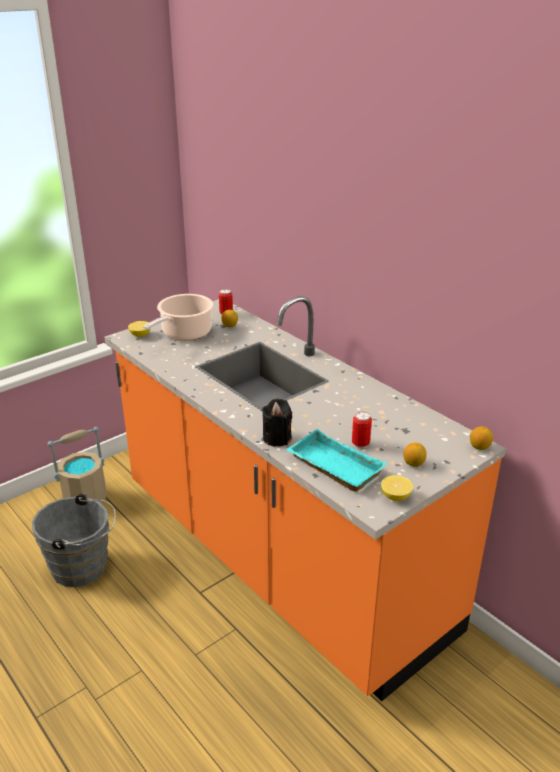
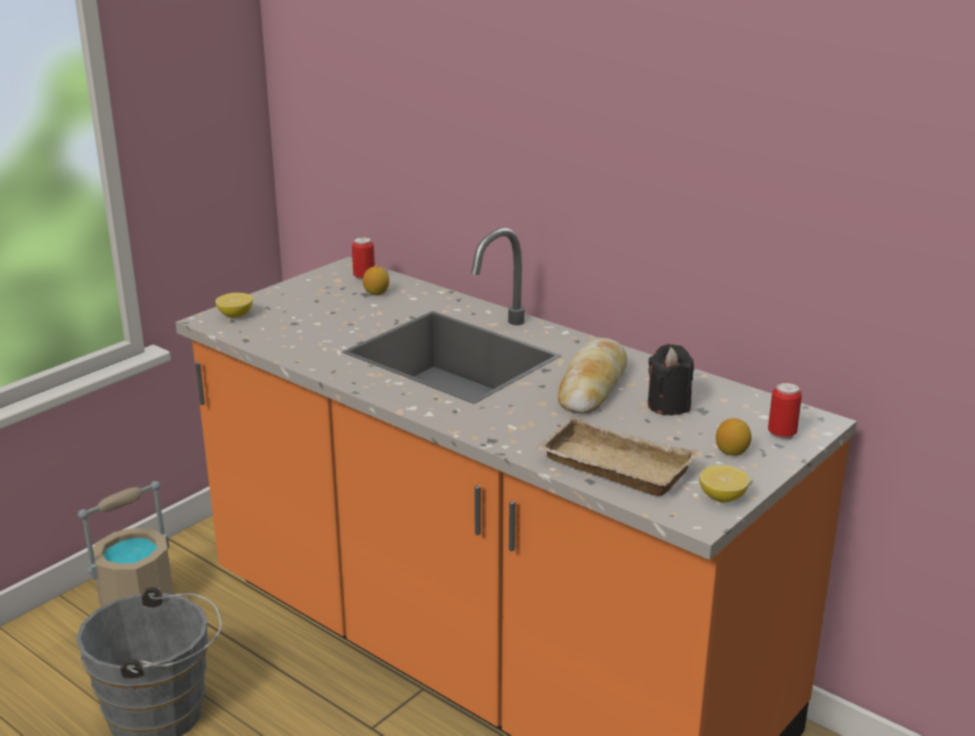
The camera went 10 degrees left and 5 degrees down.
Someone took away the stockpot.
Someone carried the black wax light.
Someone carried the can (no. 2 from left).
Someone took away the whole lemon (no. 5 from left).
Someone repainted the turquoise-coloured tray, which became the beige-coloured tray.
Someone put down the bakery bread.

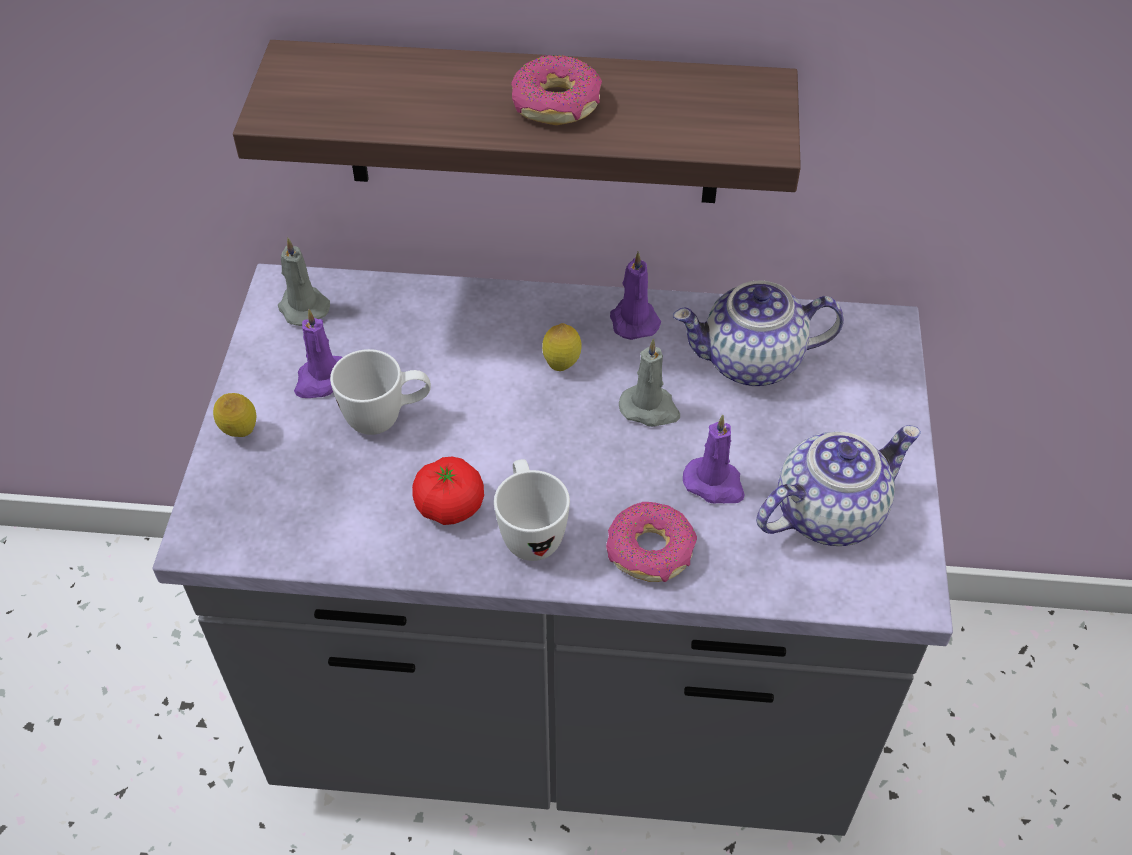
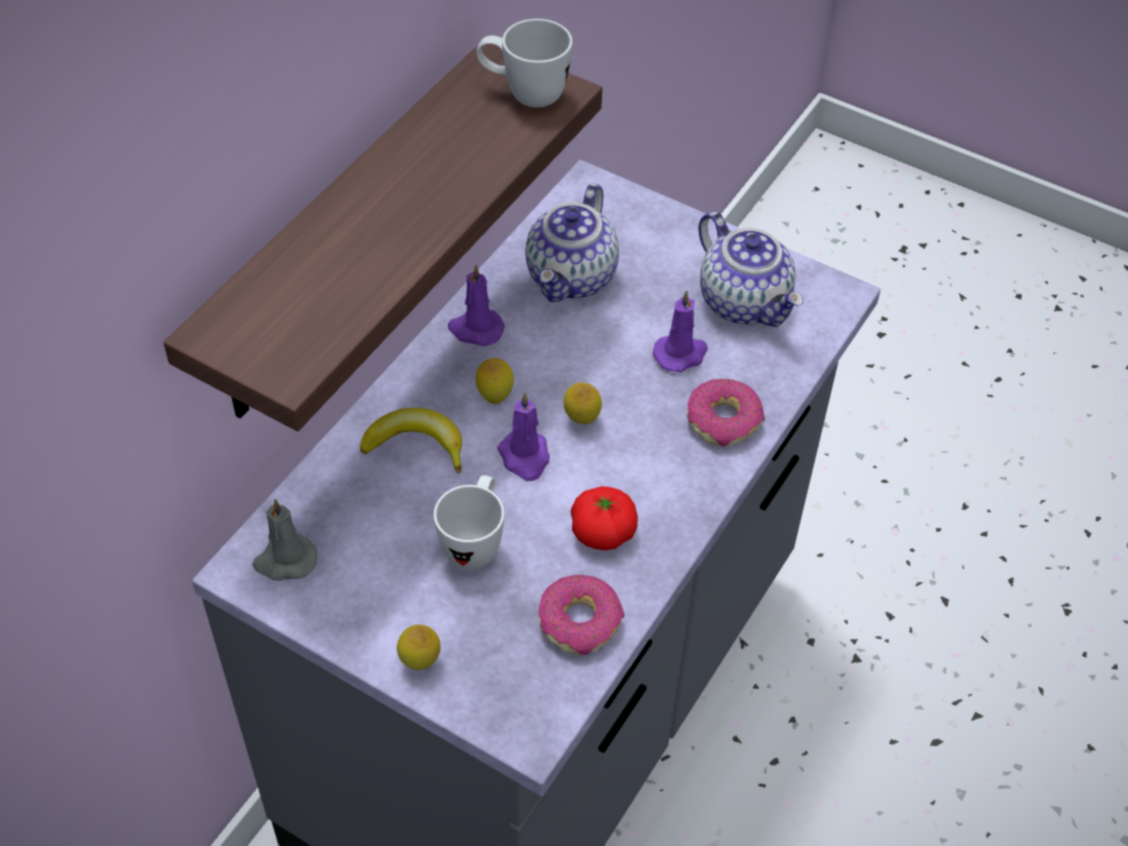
The camera went 65 degrees left and 0 degrees up.
Someone carried the ring doughnut (no. 1 from left).
Someone carried the purple wax light (no. 1 from left in the first image).
Someone took away the gray wax light (no. 2 from left).
Someone rotated the tea pot (no. 2 from left) by 150 degrees clockwise.
Someone carried the whitish coffee mug (no. 2 from left).
Someone put down the whole lemon (no. 3 from left).
Someone put down the banana fruit.

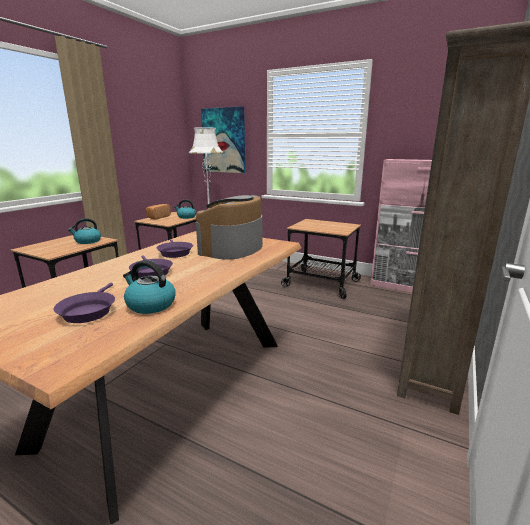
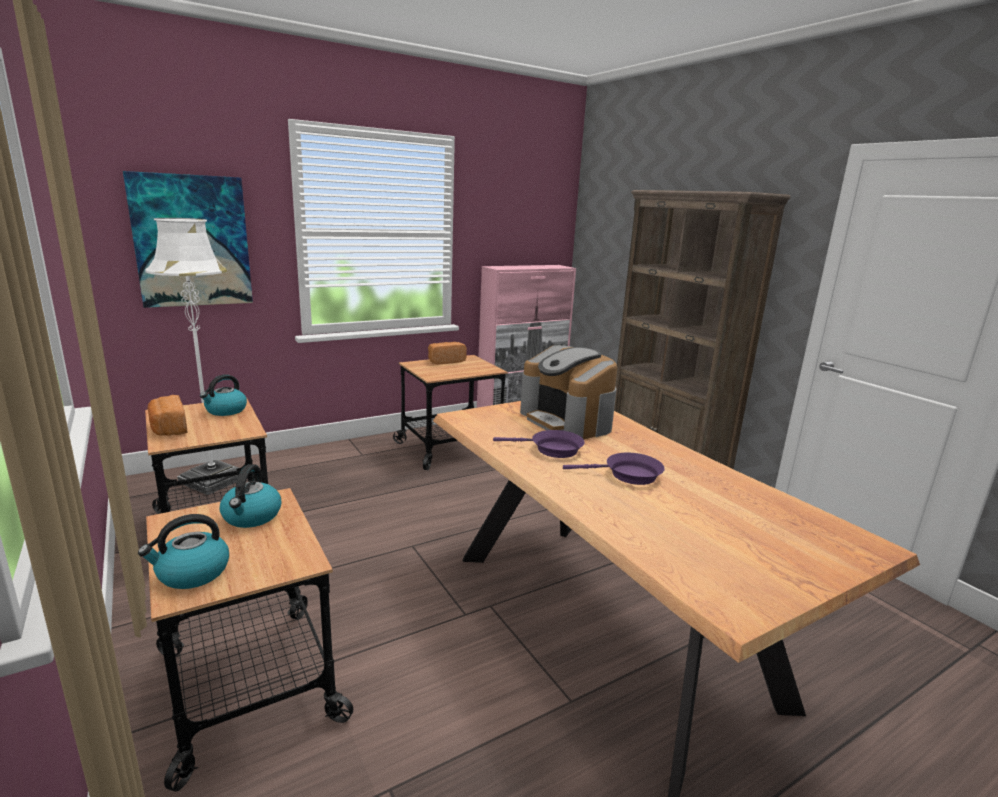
The camera went 60 degrees left and 0 degrees up.
Someone carried the tea kettle (no. 2 from left in the first image).
Someone took away the purple frying pan (no. 1 from left).
Someone put down the bakery bread (no. 2 from left).

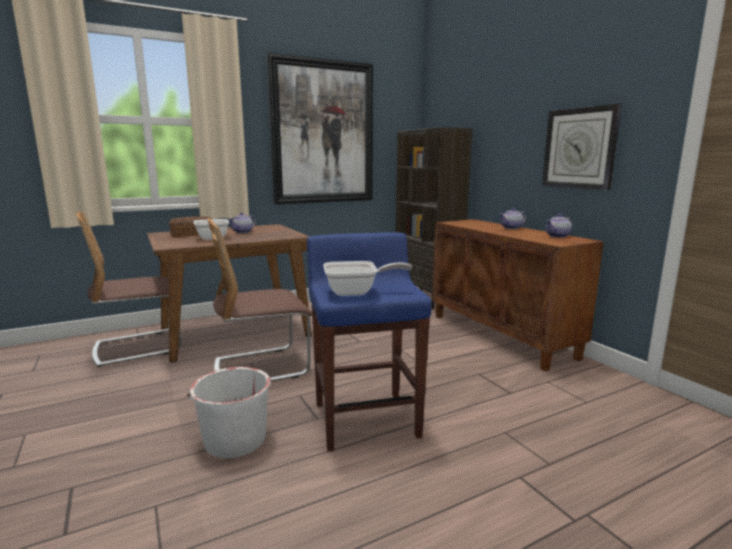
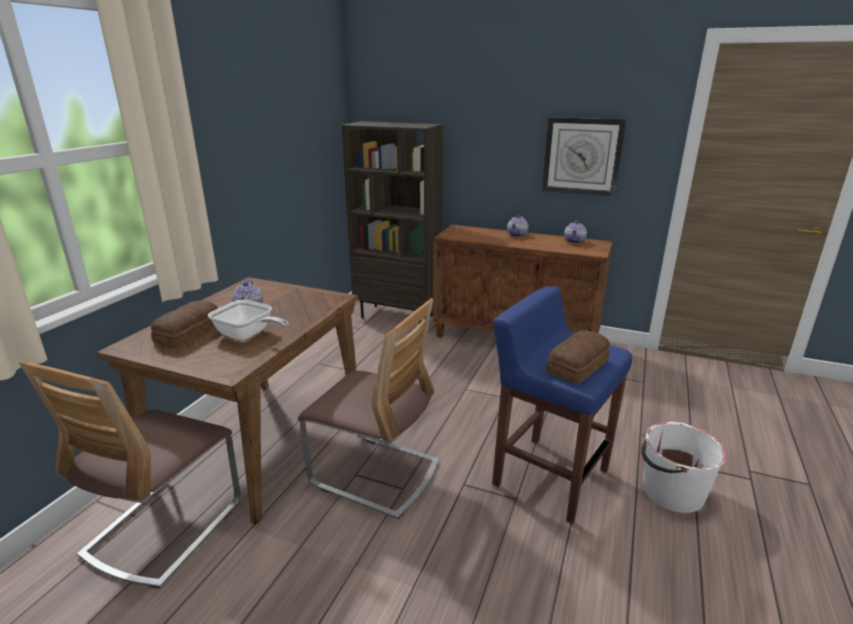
The camera went 40 degrees left and 10 degrees up.
Someone took away the wall art.
Someone rotated the plain chair (no. 2 from left) by 90 degrees counterclockwise.
Someone swapped the frying pan (no. 2 from left) for the bakery bread (no. 2 from left).
Someone carried the whitish bucket.

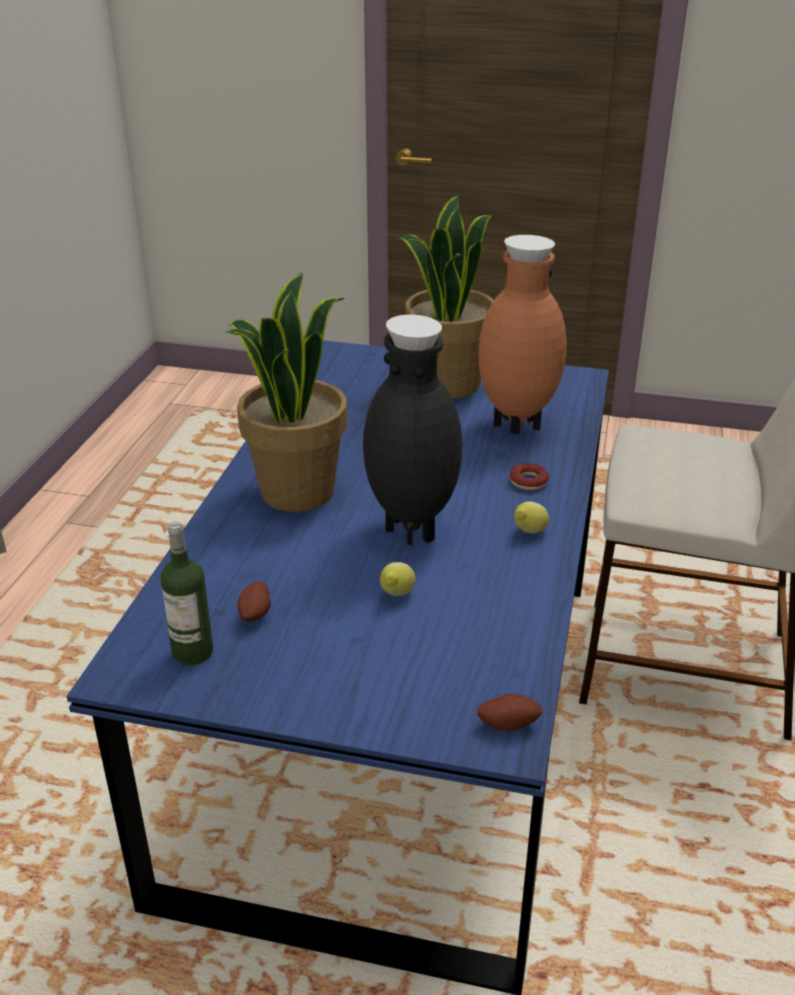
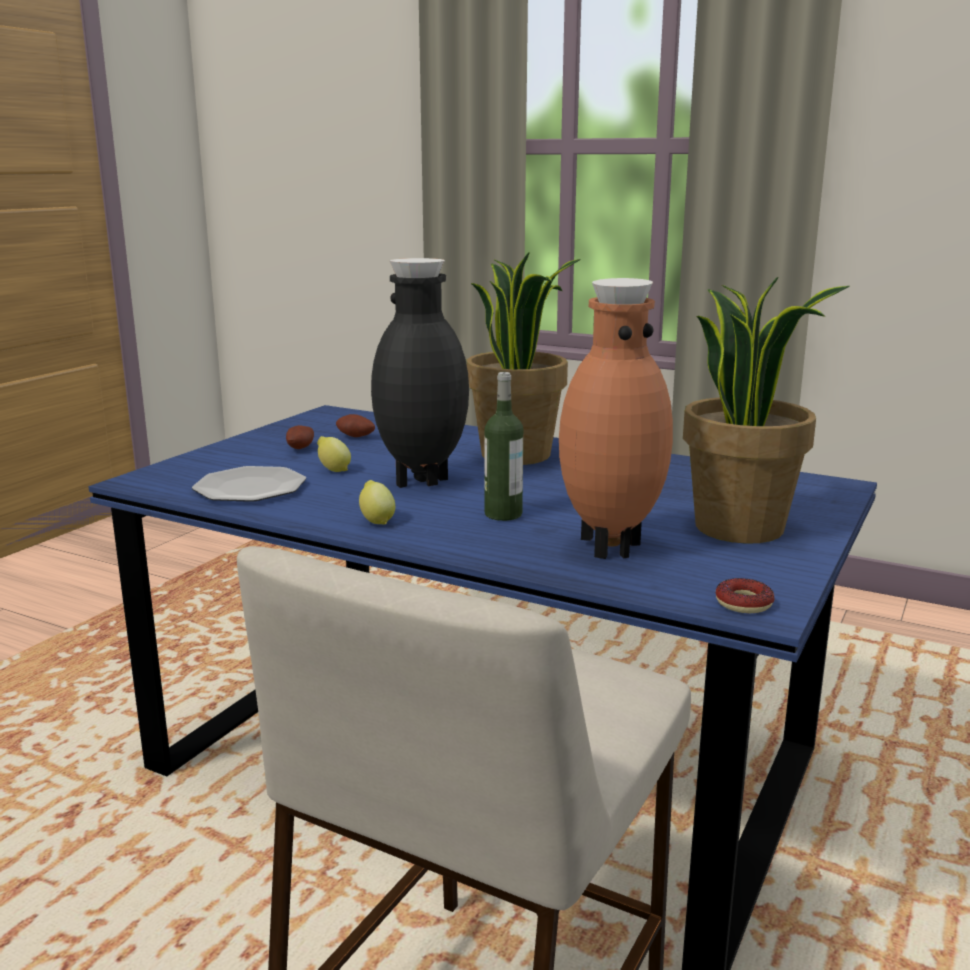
The camera went 105 degrees right and 15 degrees down.
Someone carried the ring doughnut.
Someone carried the drink bottle.
Someone carried the whole potato (no. 2 from left in the first image).
Someone put down the flat dish.

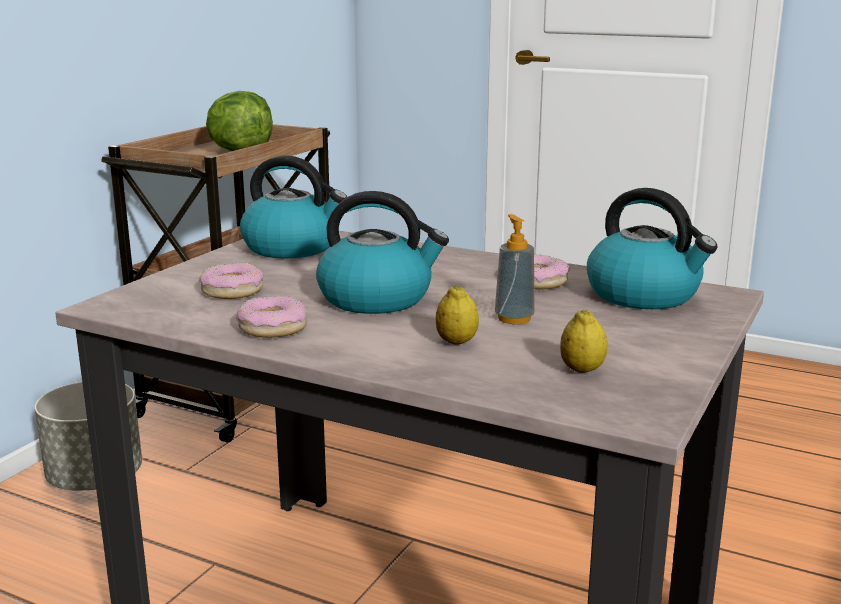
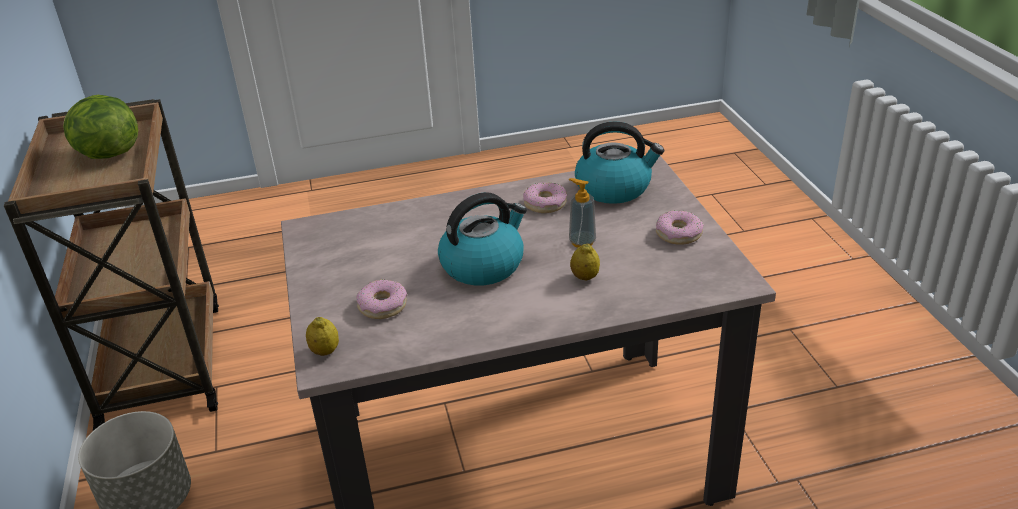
The camera went 40 degrees left and 15 degrees up.
Someone took away the tea kettle (no. 1 from left).
Someone carried the ring doughnut (no. 2 from left in the first image).
Someone carried the whole lemon (no. 2 from left in the first image).

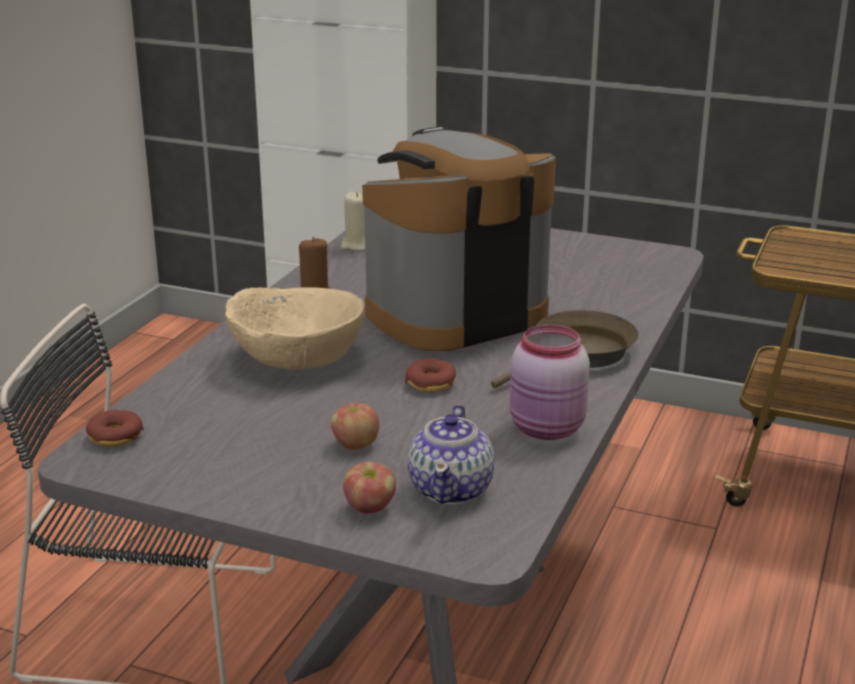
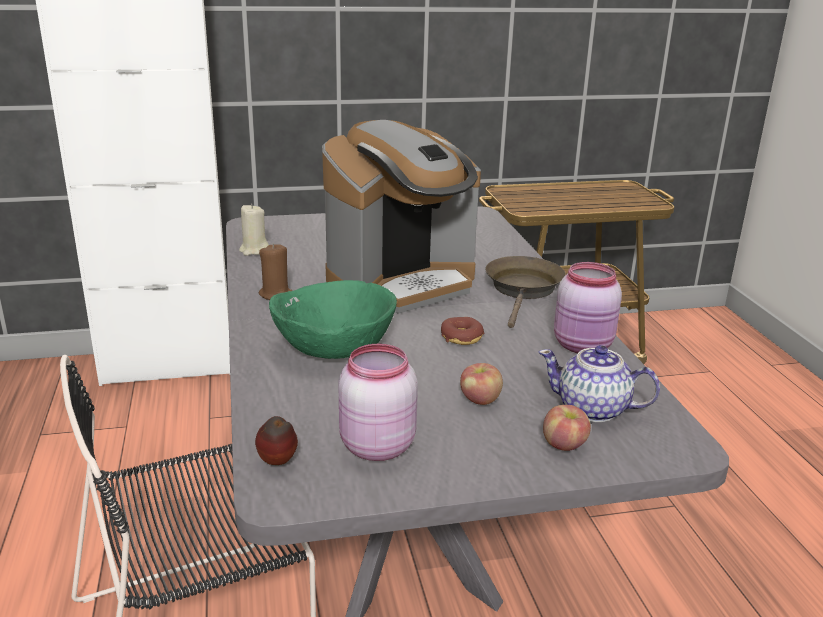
The camera went 35 degrees left and 0 degrees up.
Someone rotated the coffee machine by 150 degrees counterclockwise.
Someone repainted the beige-coloured deep dish, which became the greenish deep dish.
Someone rotated the tea pot by 135 degrees clockwise.
Someone swapped the ring doughnut (no. 1 from left) for the apple (no. 1 from left).
Someone put down the pinkish jar (no. 1 from left).

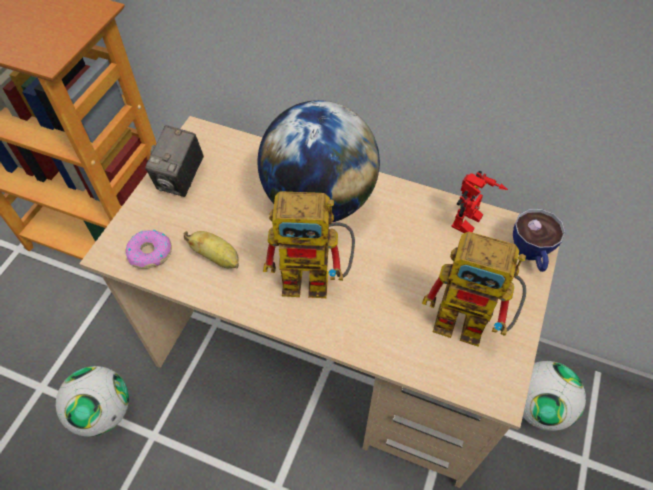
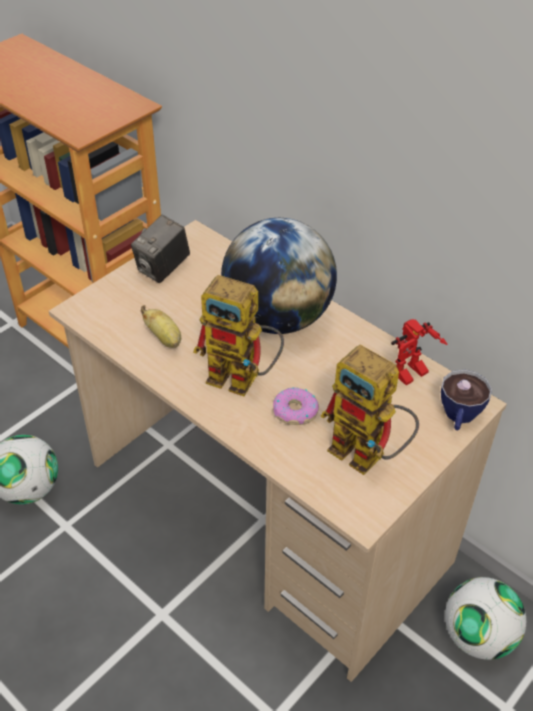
The camera went 20 degrees right and 10 degrees down.
Someone carried the ring doughnut.

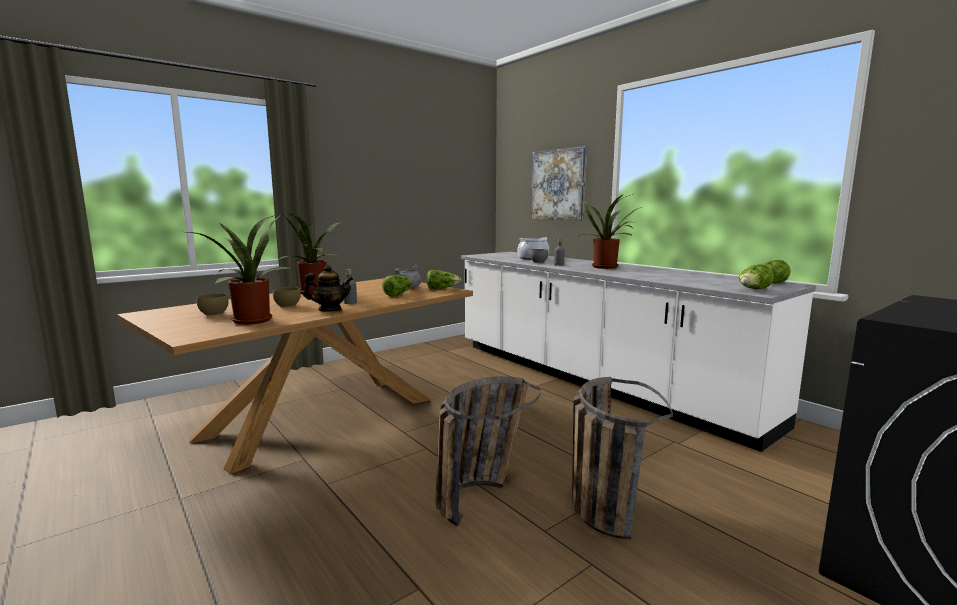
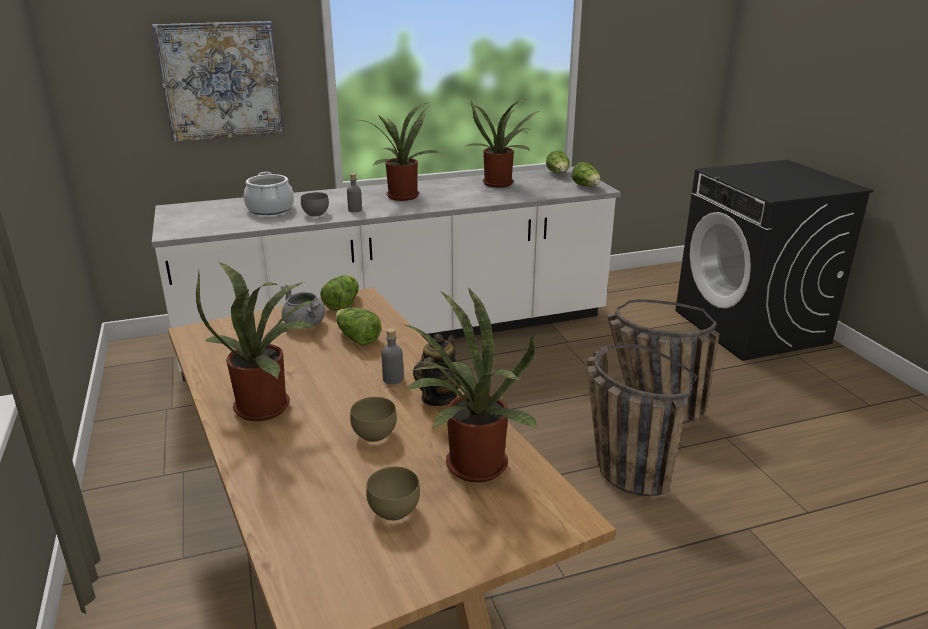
The camera went 70 degrees left and 15 degrees up.
Someone put down the potted plant (no. 4 from left).

